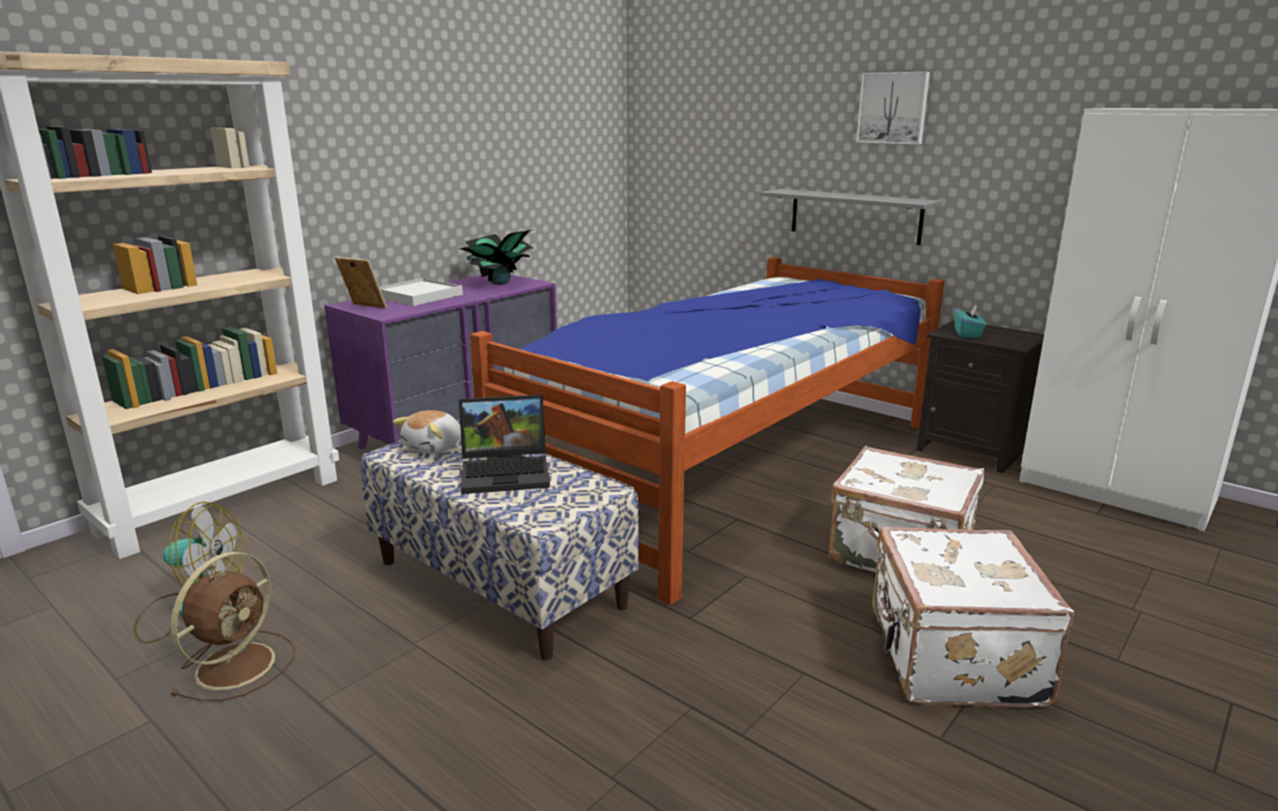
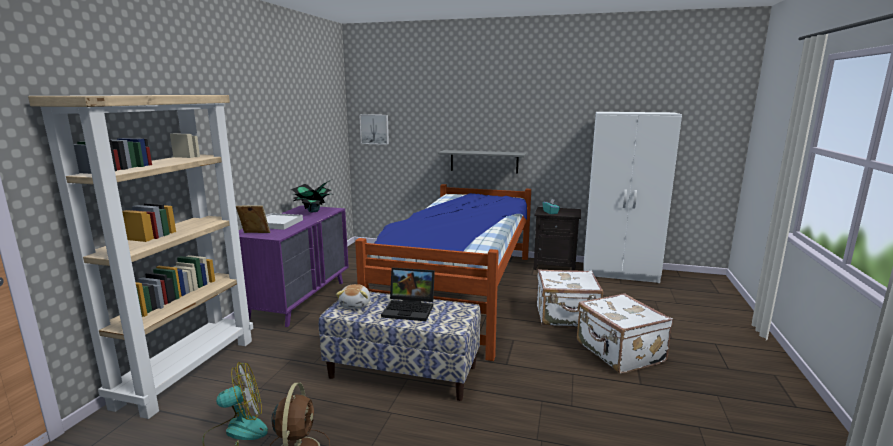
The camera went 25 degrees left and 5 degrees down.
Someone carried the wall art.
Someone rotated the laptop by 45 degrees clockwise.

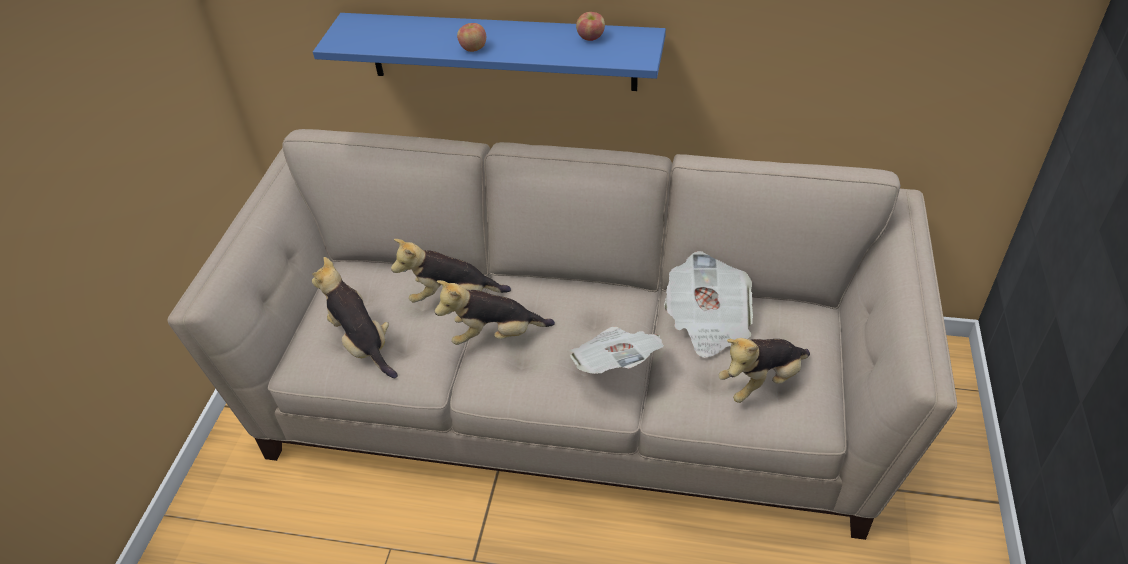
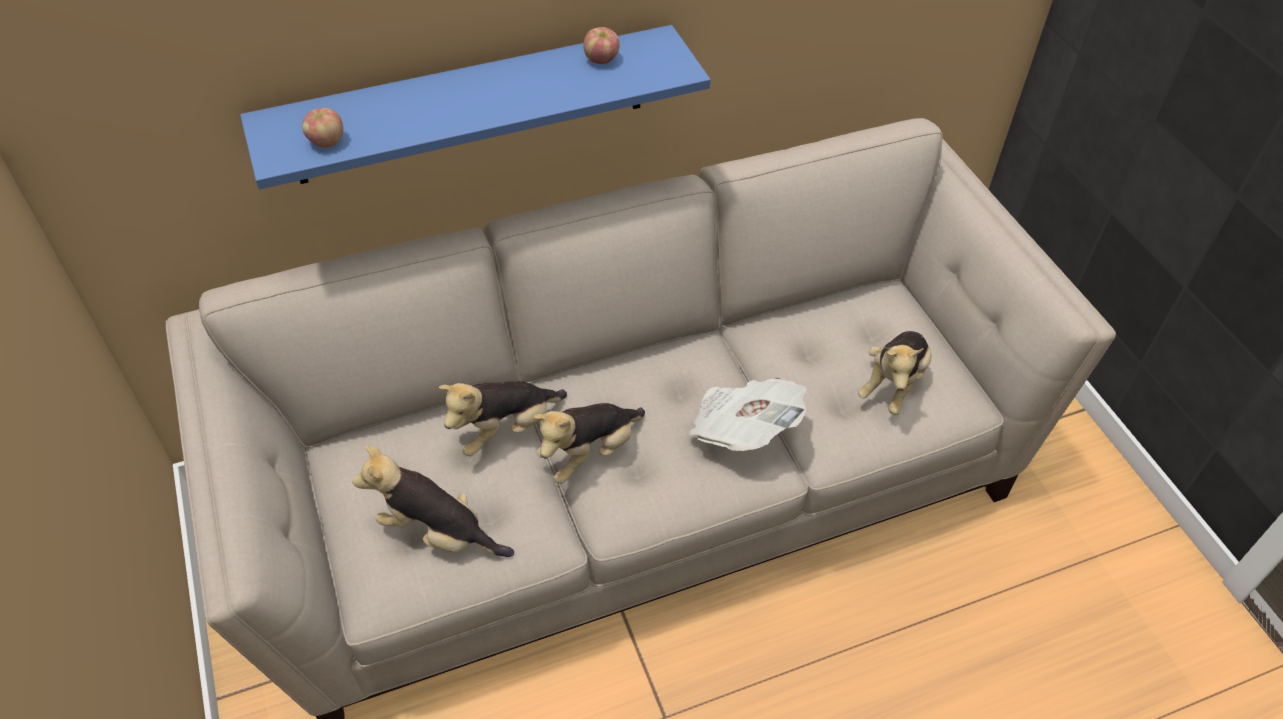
The camera went 35 degrees left and 5 degrees up.
Someone carried the apple (no. 1 from left).
Someone took away the daily paper (no. 2 from left).

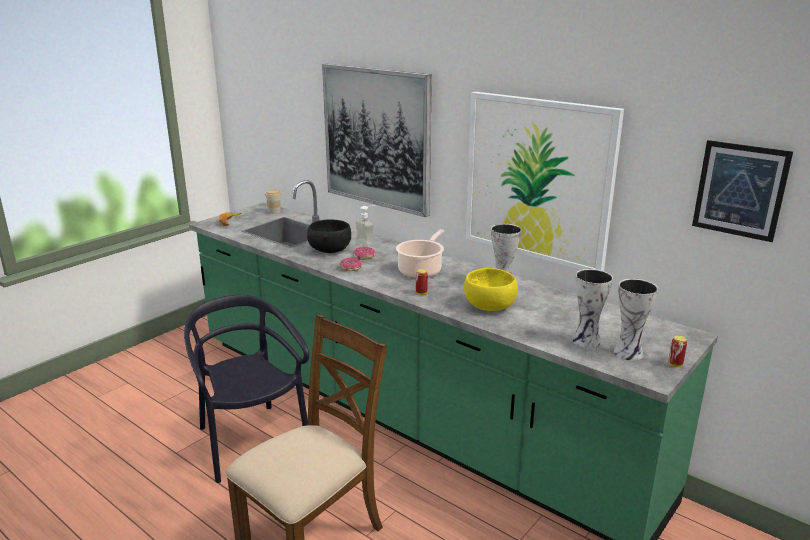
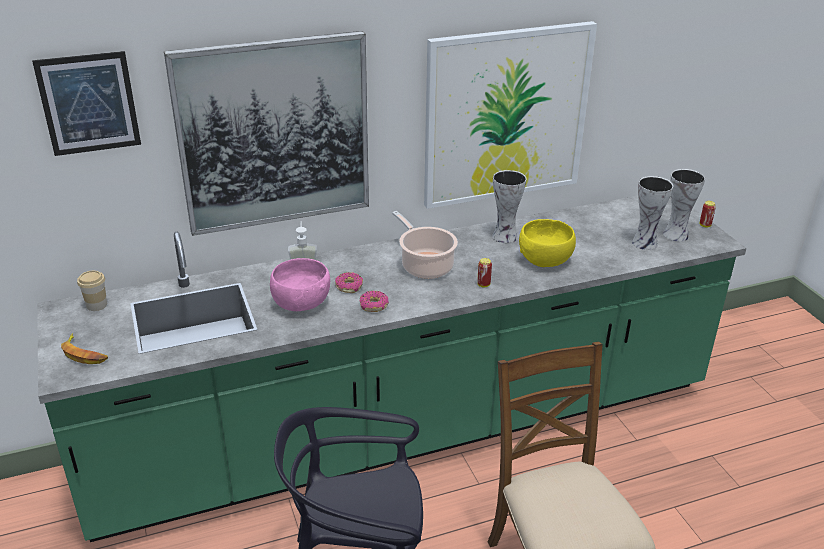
The camera went 60 degrees left and 10 degrees up.
Someone carried the wall art (no. 3 from left in the first image).
Someone repainted the black deep dish, which became the pinkish deep dish.

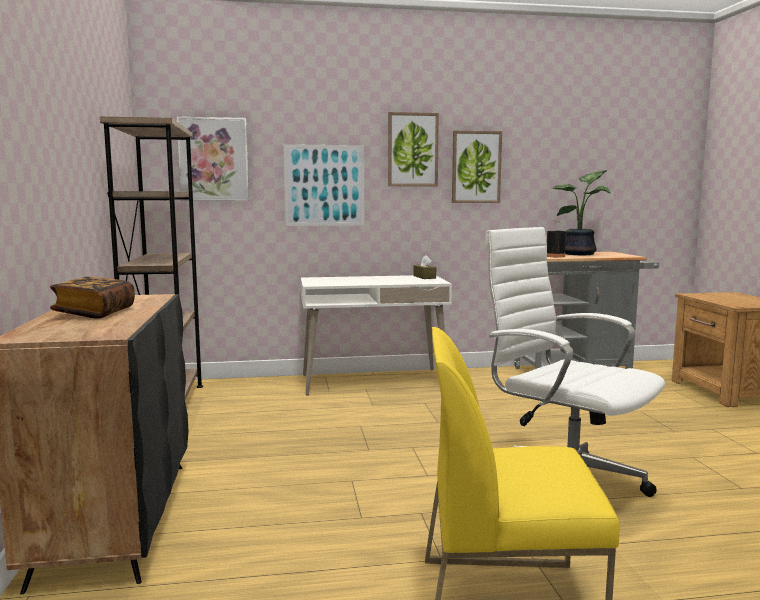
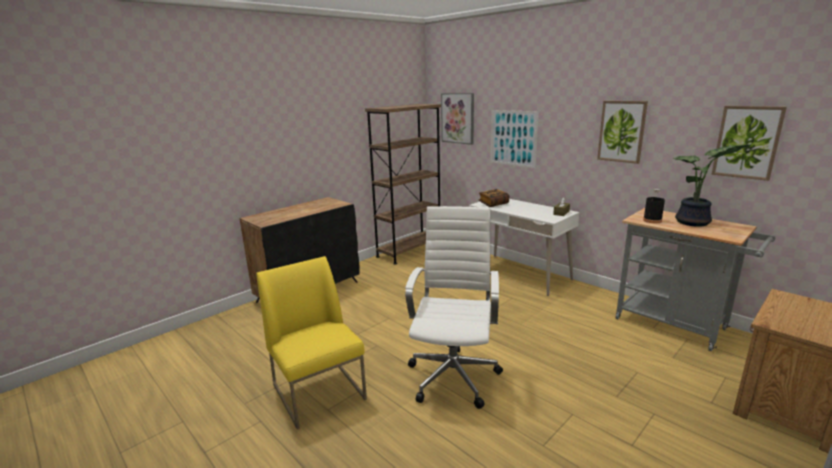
The camera went 55 degrees right and 10 degrees up.
Someone carried the wall art (no. 3 from left in the first image).
Someone carried the bound book.

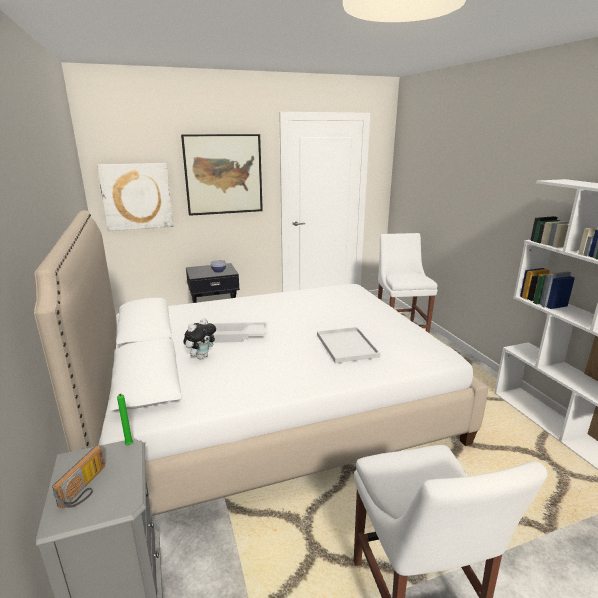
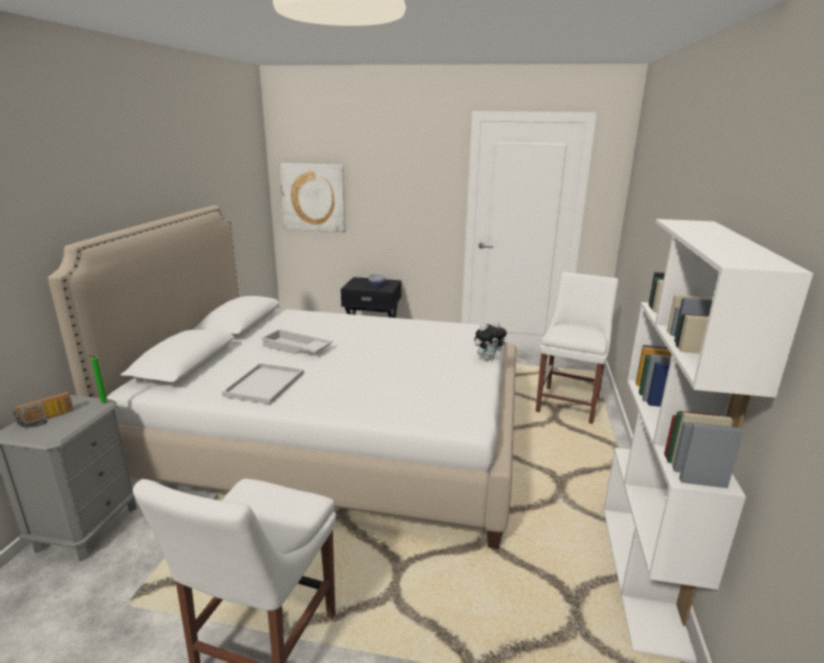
The camera went 30 degrees right and 0 degrees up.
Someone took away the wall art (no. 2 from left).
Someone carried the soft toy.
Someone carried the whitish tray (no. 2 from left in the first image).

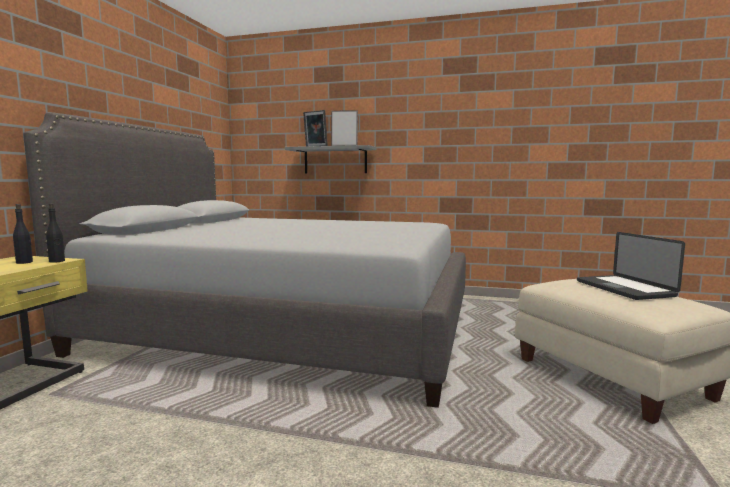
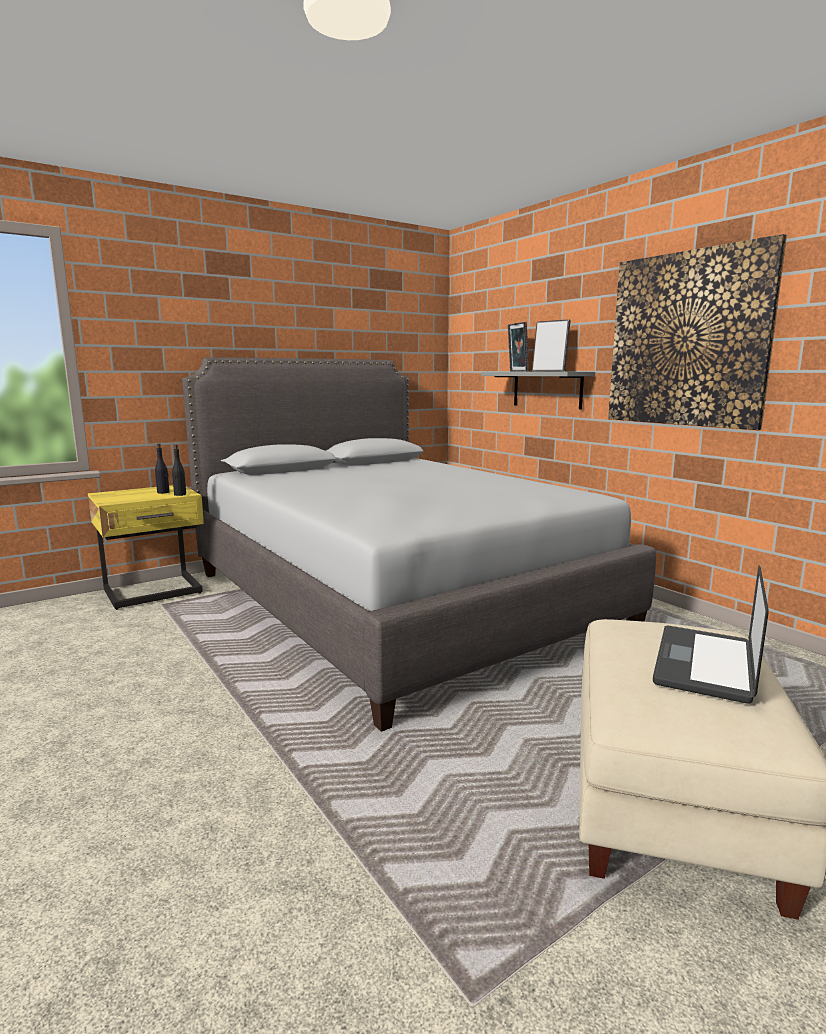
The camera went 40 degrees right and 5 degrees up.
Someone put up the wall art.

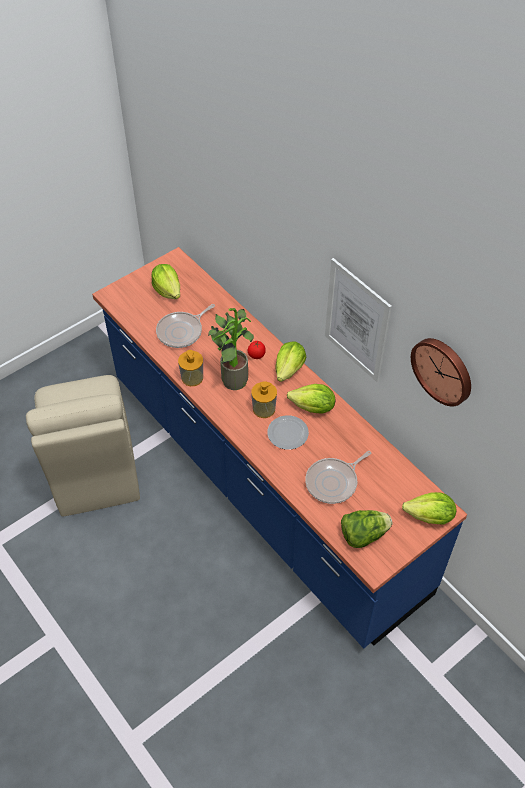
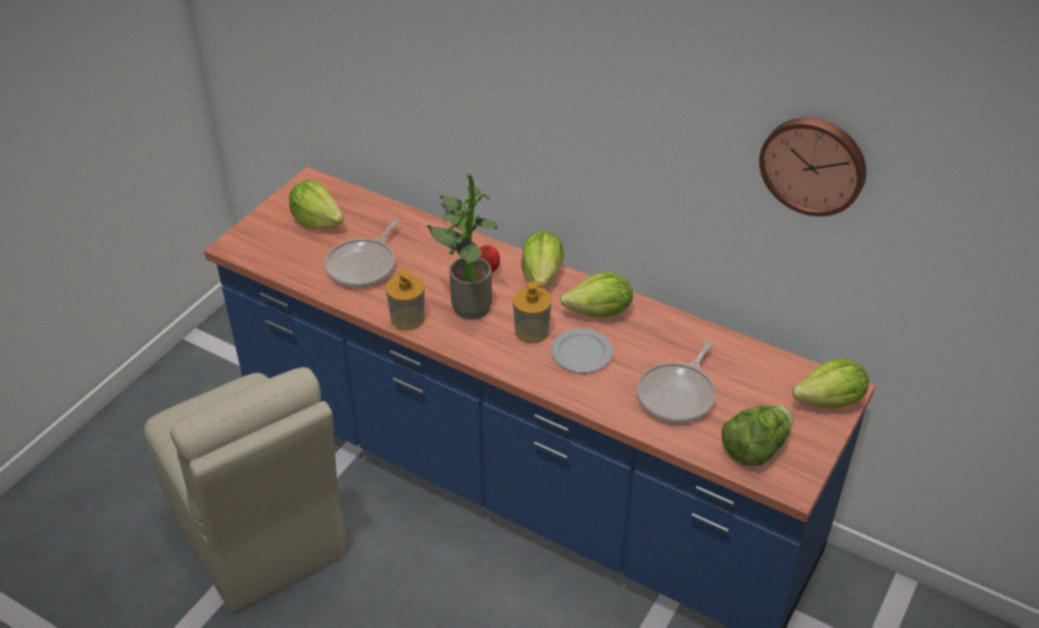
The camera went 20 degrees left and 10 degrees down.
Someone took away the wall art.

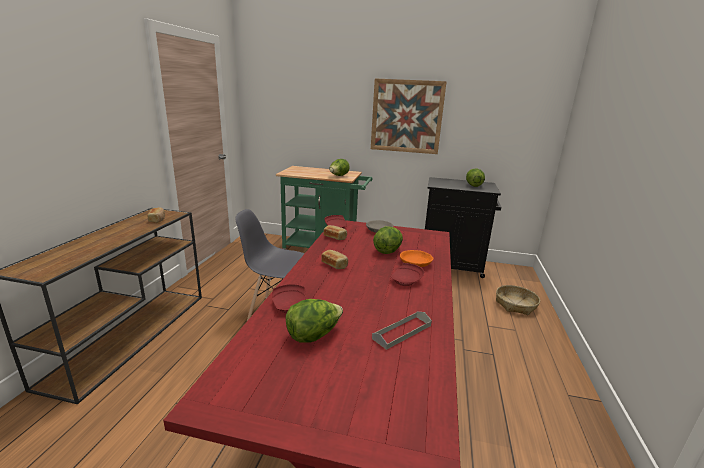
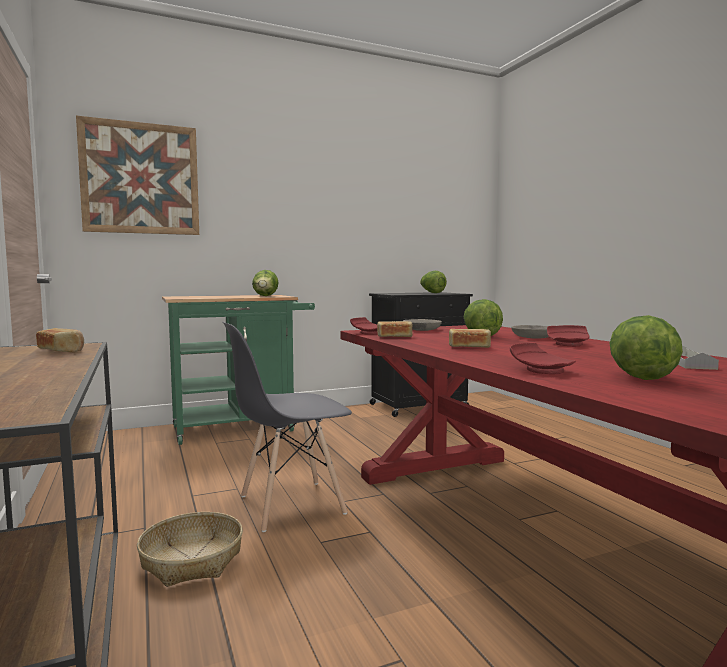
The camera went 35 degrees left and 15 degrees down.
Someone carried the wall art.
Someone repainted the orangey deep dish, which became the gray deep dish (no. 2 from left).
Someone carried the household basket.

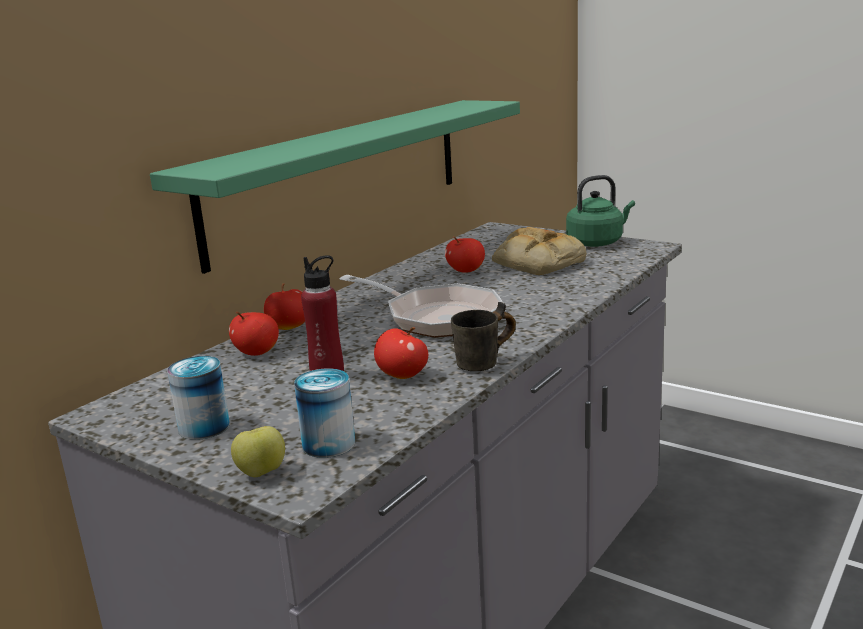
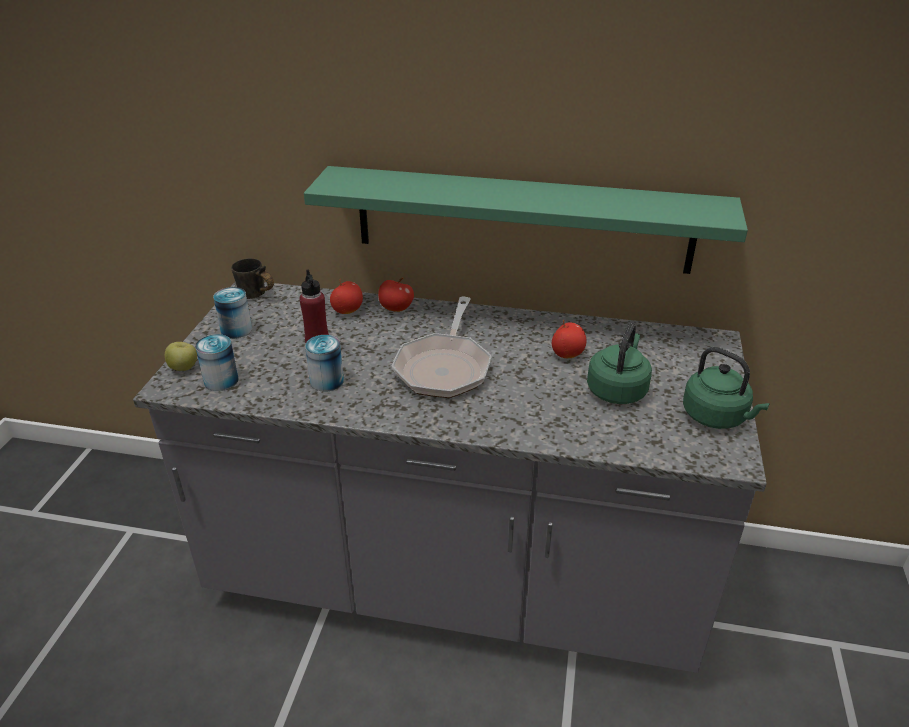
The camera went 65 degrees right and 15 degrees up.
Someone swapped the bakery bread for the greenish tea kettle (no. 1 from left).
Someone carried the gray coffee mug.
Someone swapped the apple (no. 4 from left) for the can (no. 3 from left).

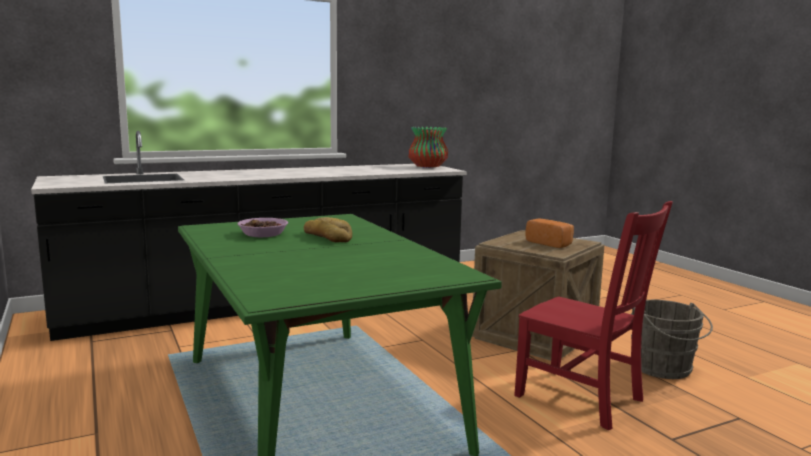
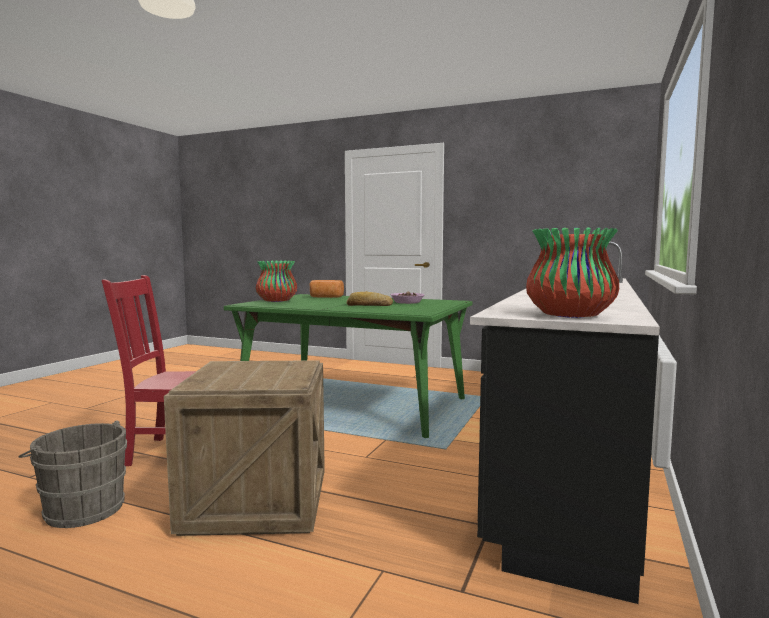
The camera went 140 degrees right and 5 degrees down.
Someone carried the bakery bread (no. 2 from left in the first image).
Someone put down the vase (no. 1 from left).

